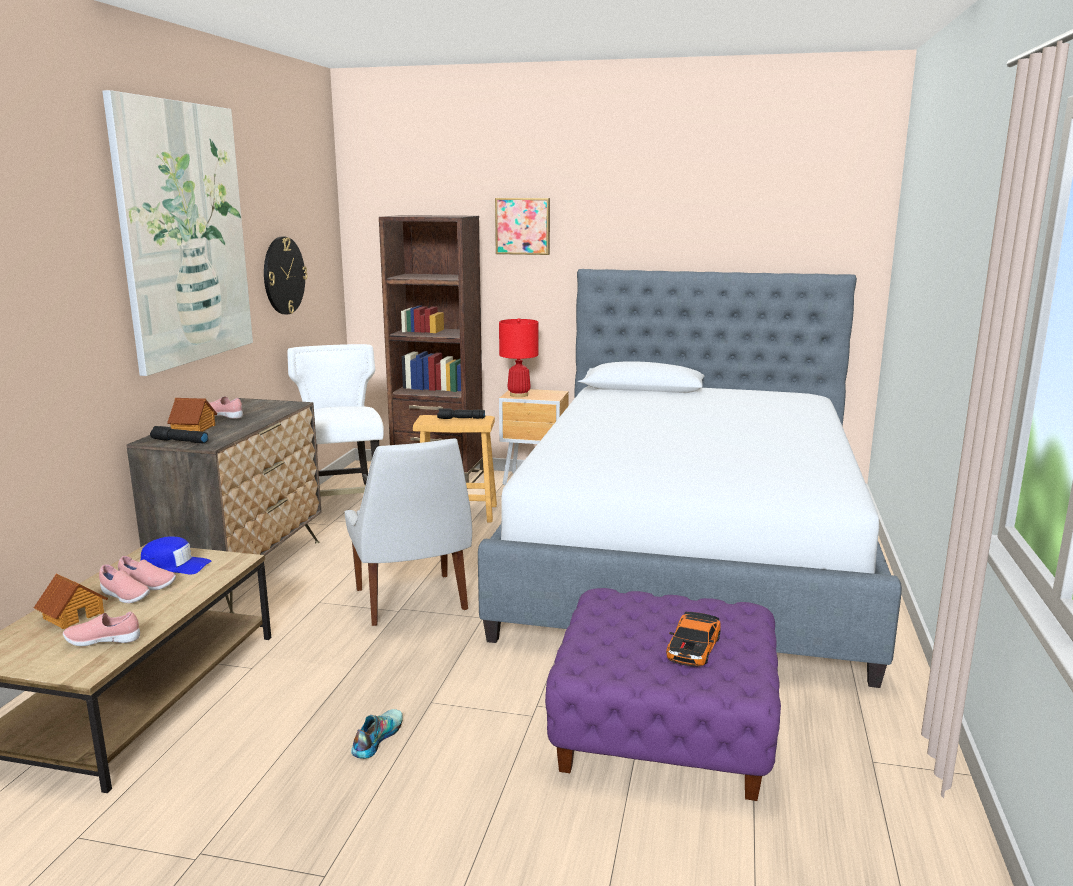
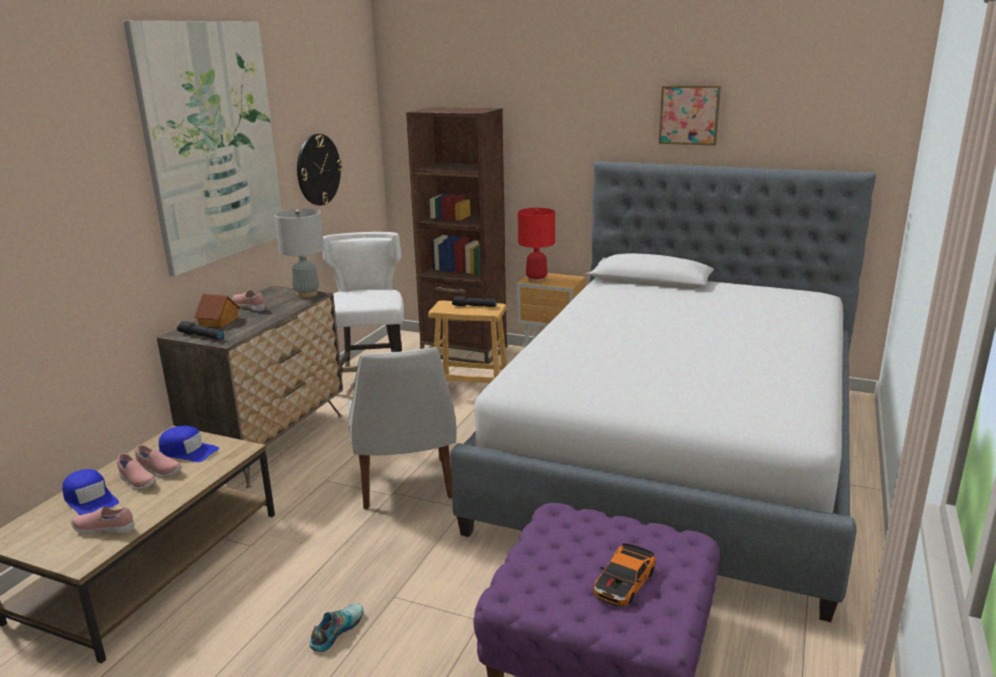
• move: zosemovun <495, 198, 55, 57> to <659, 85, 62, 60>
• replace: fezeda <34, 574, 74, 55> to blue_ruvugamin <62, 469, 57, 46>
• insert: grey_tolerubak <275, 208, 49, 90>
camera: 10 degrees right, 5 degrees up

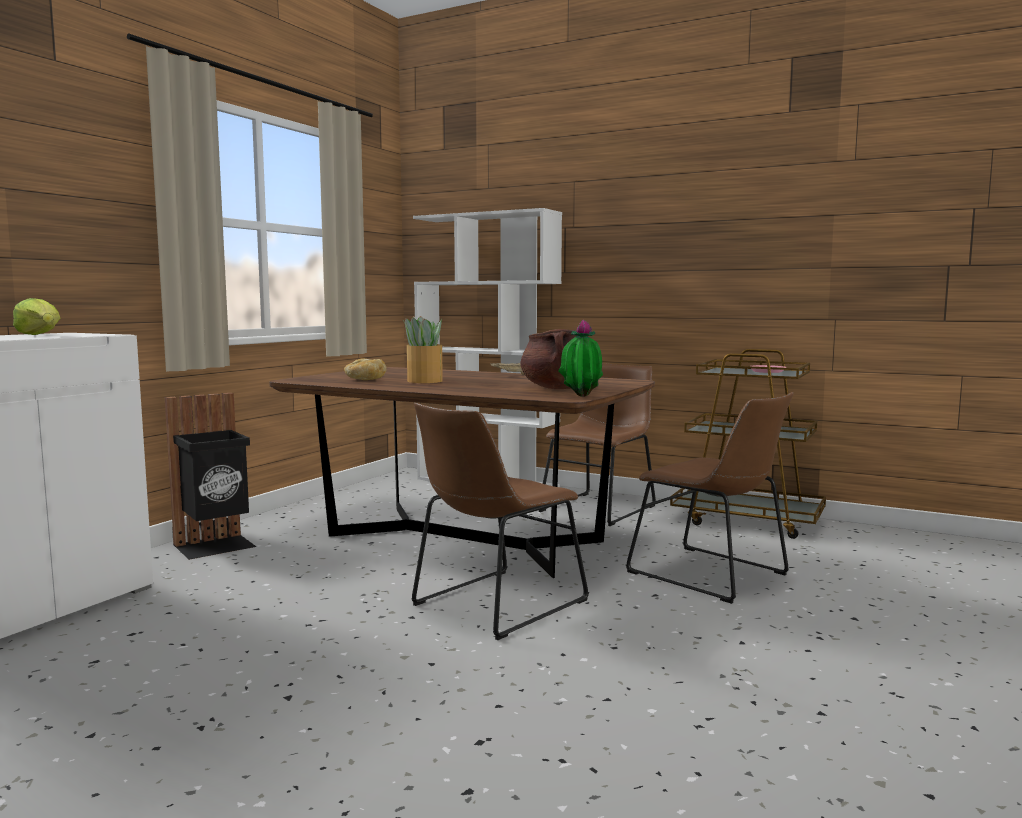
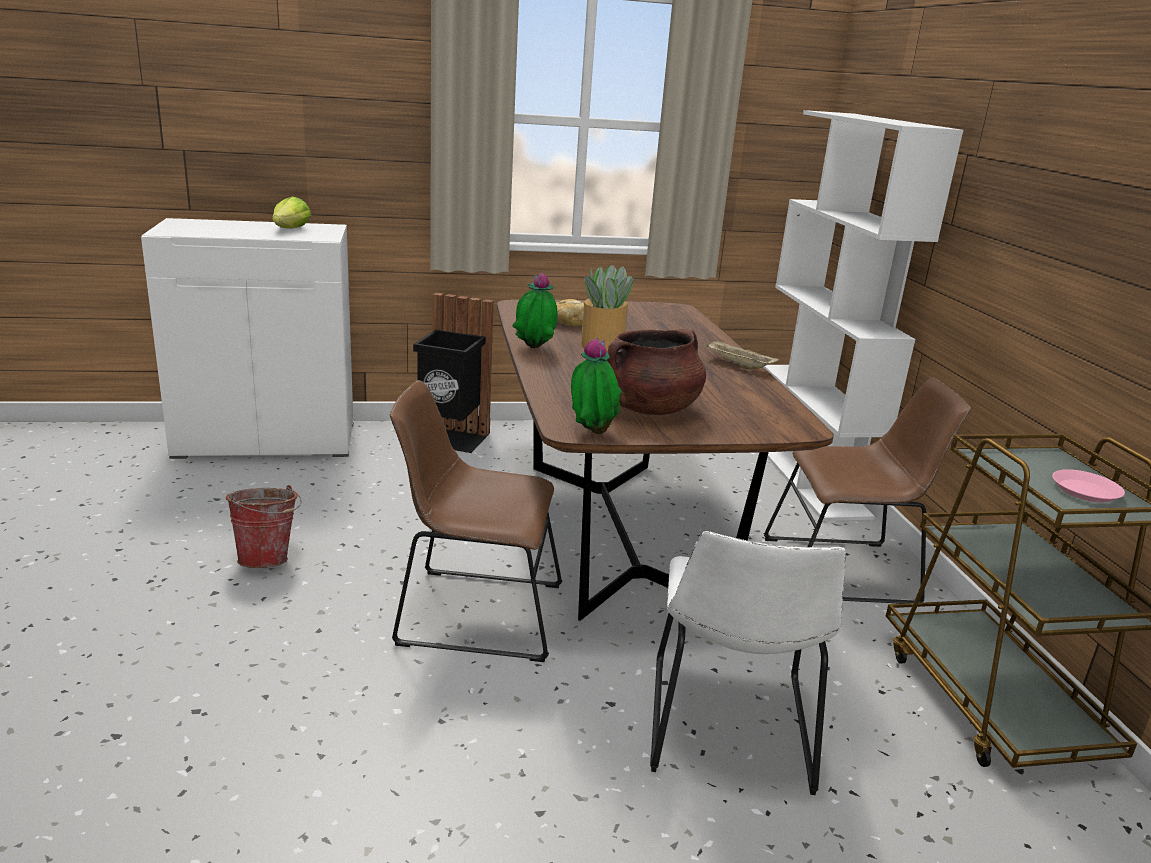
• recolor: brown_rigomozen <626, 392, 168, 212> to white_rigomozen <650, 531, 196, 264>
• insert: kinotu <512, 273, 45, 76>
• insert: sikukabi <226, 485, 76, 83>
camera: 50 degrees right, 15 degrees up

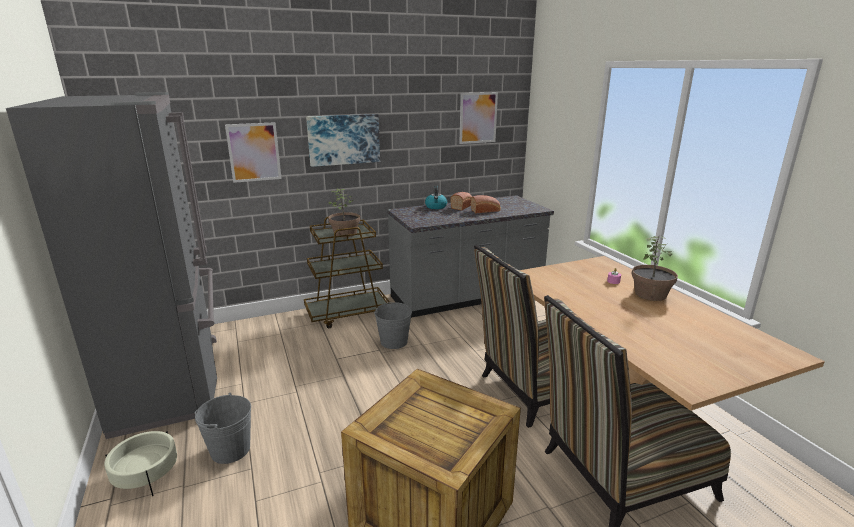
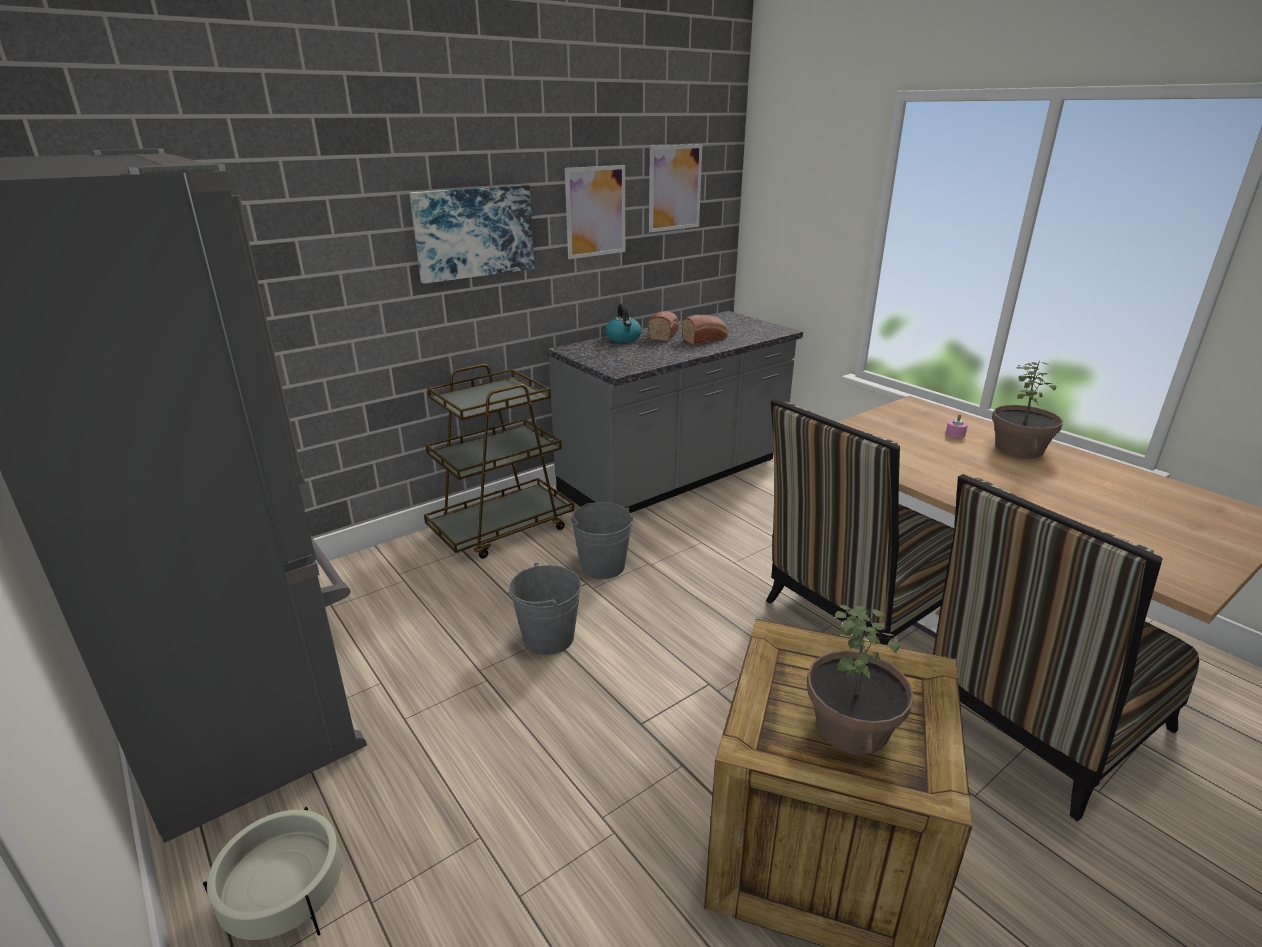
• move: zosemovun <225, 122, 57, 61> to <565, 165, 60, 94>
• move: kinotu <329, 189, 31, 48> to <807, 605, 107, 150>
• move: grey_sikukabi <195, 393, 56, 71> to <508, 563, 73, 92>
camera: 15 degrees left, 5 degrees up

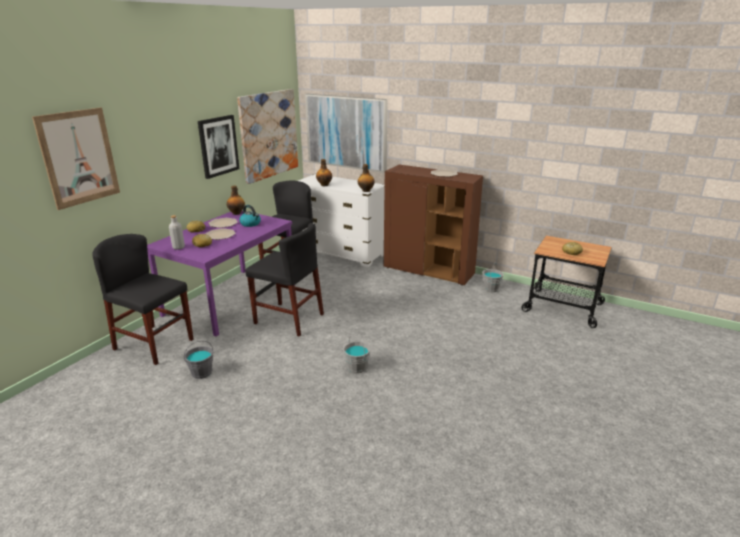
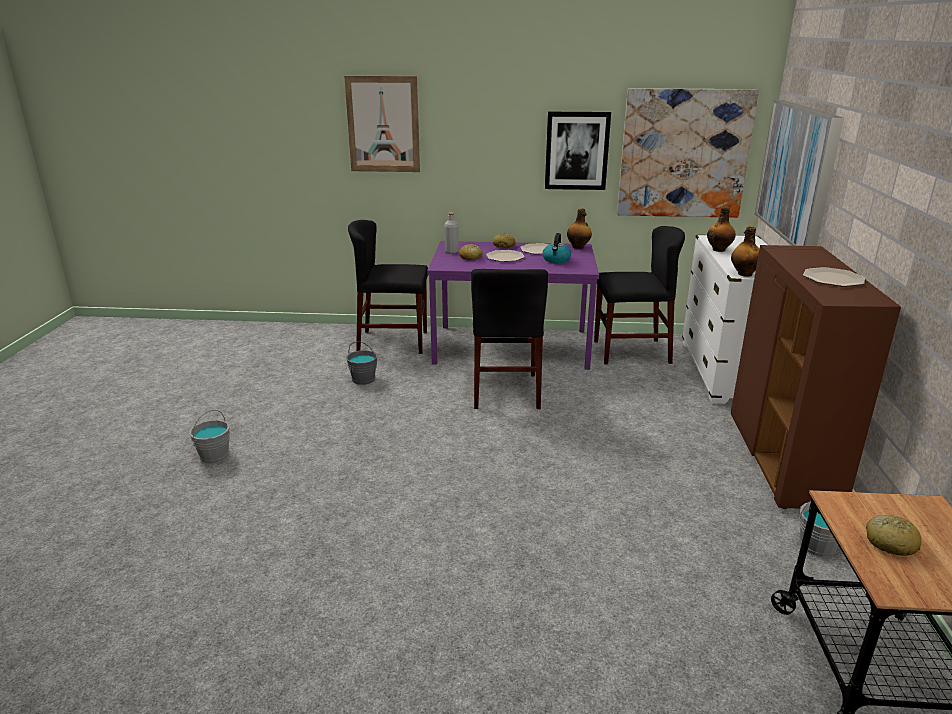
• rotate: black_rigomozen <92, 234, 102, 131> = <348, 220, 80, 134> 90 degrees counterclockwise
• move: grey_sikukabi <343, 335, 28, 38> to <189, 410, 41, 54>
camera: 65 degrees right, 0 degrees up

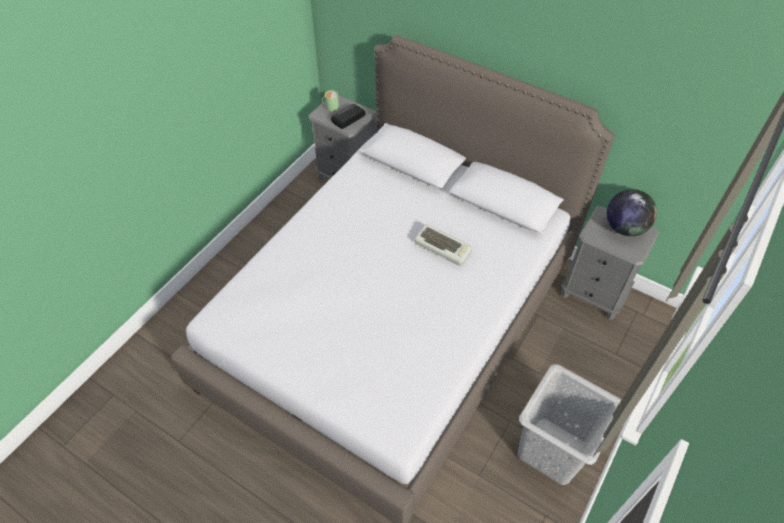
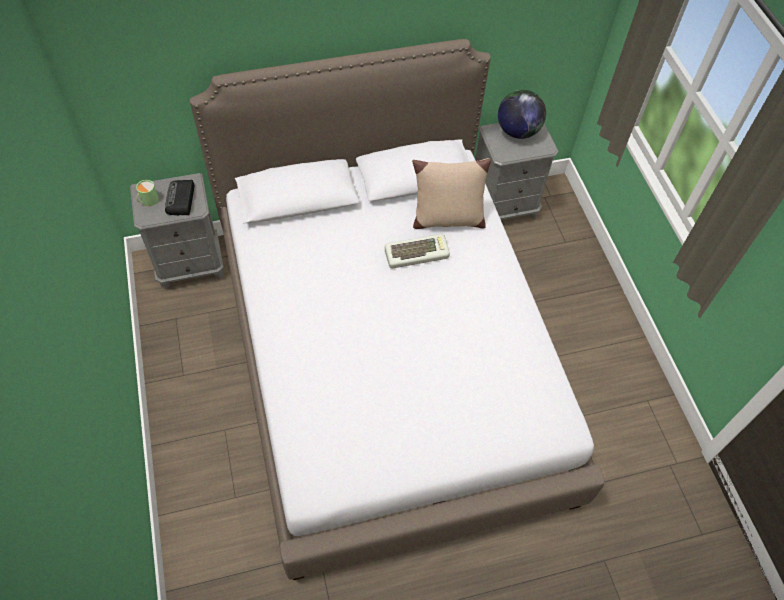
• delete: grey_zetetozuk <518, 364, 103, 121>
• insert: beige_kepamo <412, 158, 79, 71>
camera: 50 degrees left, 5 degrees up

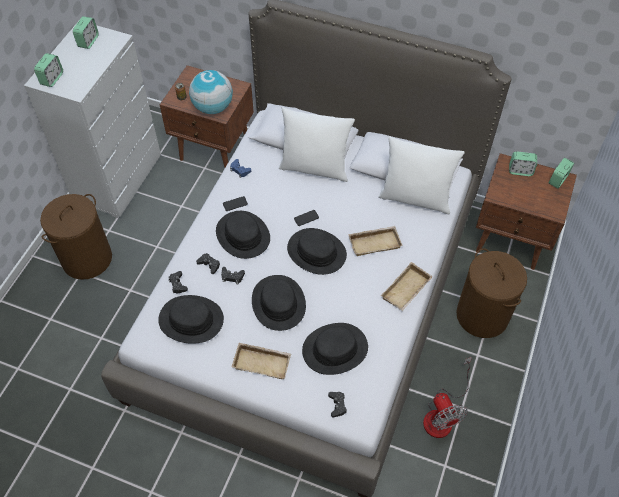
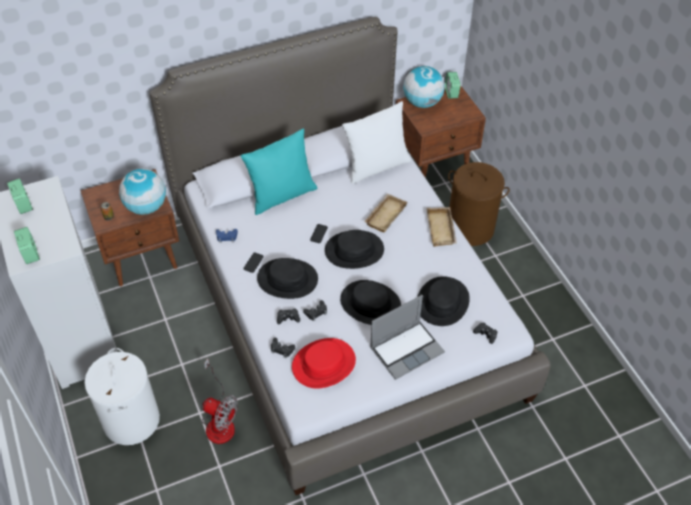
• recolor: white_kepamo <279, 107, 76, 75> to turquoise_kepamo <240, 129, 78, 86>
• replace: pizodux <509, 151, 28, 25> to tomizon <403, 66, 42, 42>
• recolor: brown_zetetozuk <40, 194, 72, 86> to white_zetetozuk <84, 348, 76, 97>
• recolor: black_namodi <158, 295, 66, 49> to red_namodi <292, 338, 64, 51>
• replace: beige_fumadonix <232, 343, 59, 36> to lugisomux <370, 295, 75, 85>
• move: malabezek <423, 357, 49, 81> to <201, 358, 37, 86>
camera: 45 degrees left, 5 degrees down

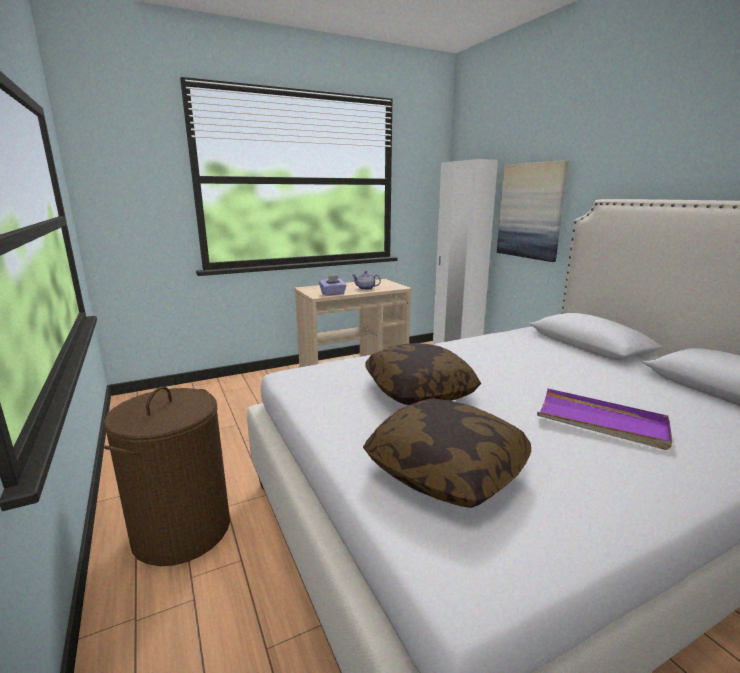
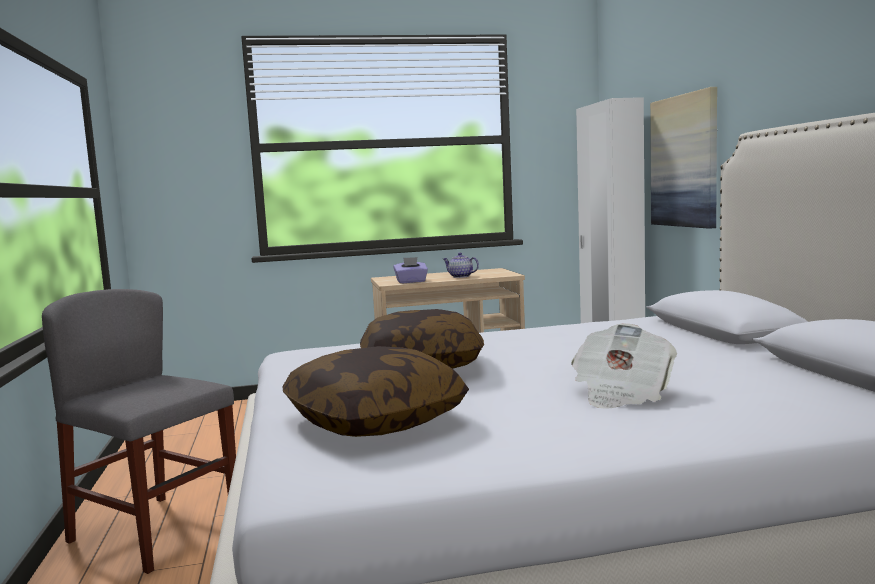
• replace: brown_zetetozuk <103, 386, 127, 180> to grey_rigomozen <42, 289, 194, 285>
• replace: purple_fumadonix <537, 389, 135, 61> to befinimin <571, 323, 106, 86>
camera: 15 degrees right, 10 degrees down

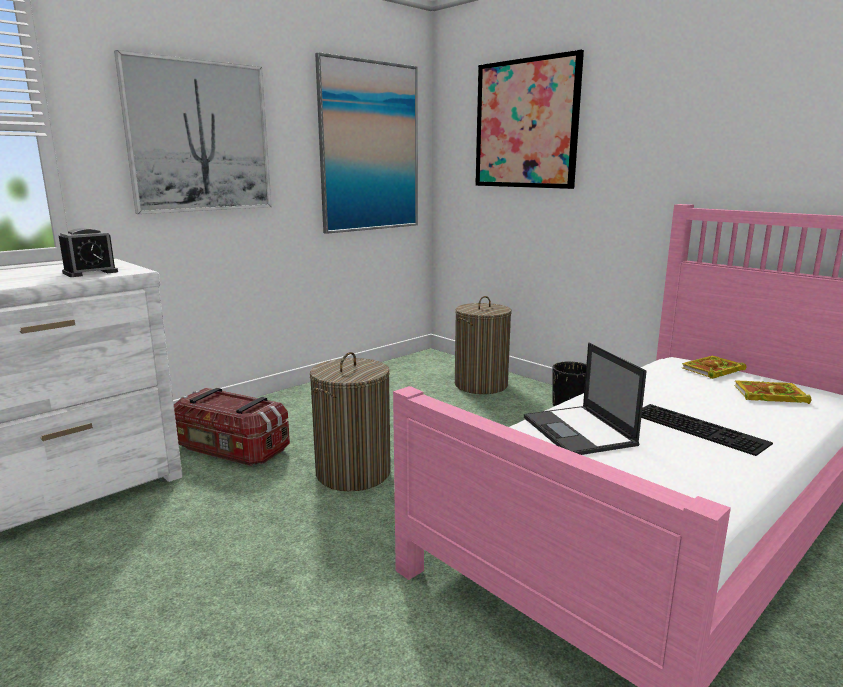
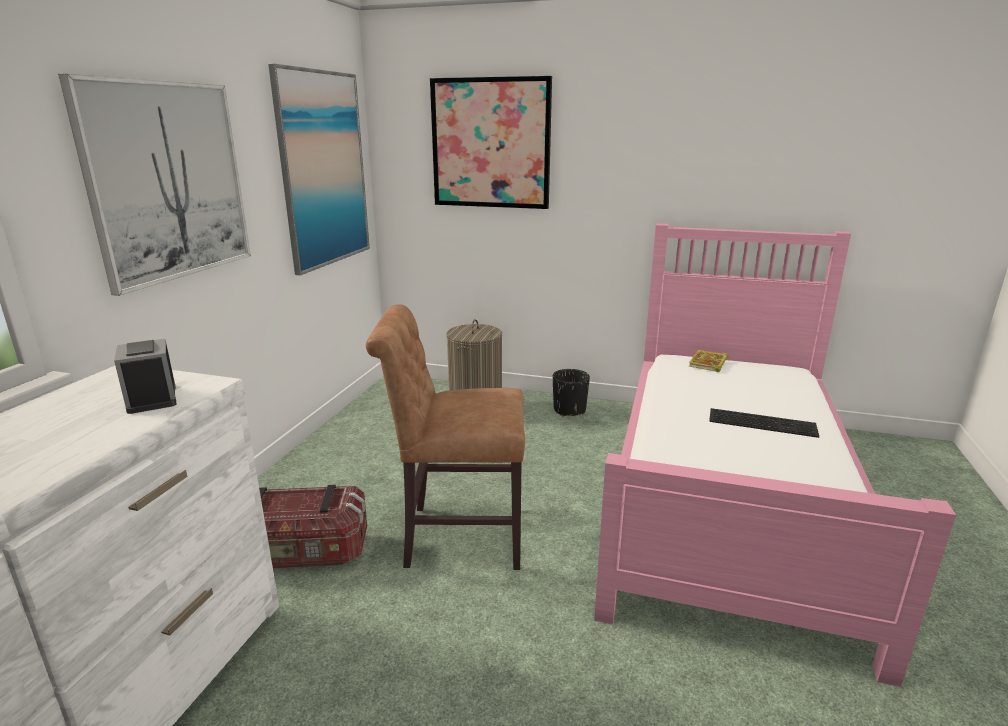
• rotate: pizodux <59, 228, 59, 49> = <114, 339, 62, 75> 135 degrees clockwise
• delete: lugisomux <524, 343, 123, 112>
• replace: zetetozuk <310, 352, 81, 139> to brown_rigomozen <366, 304, 159, 266>
• delete: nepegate <734, 381, 77, 23>
camera: 30 degrees left, 5 degrees up

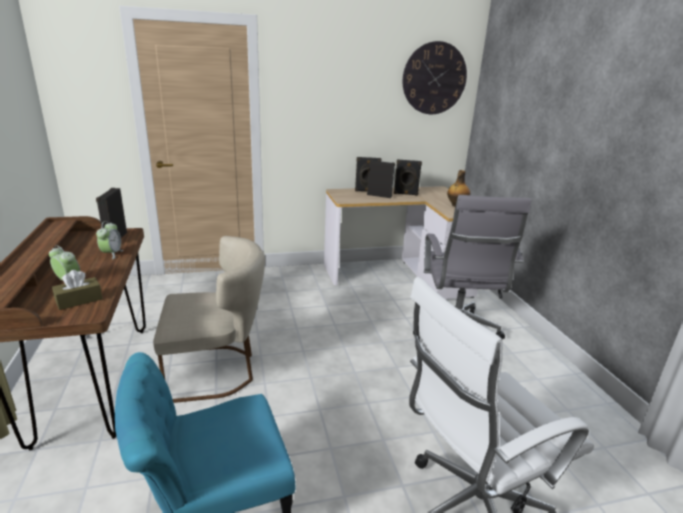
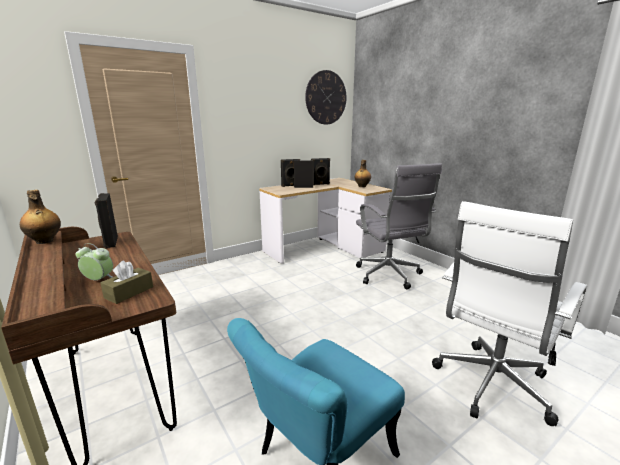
• delete: pizodux <96, 221, 27, 38>
• delete: beige_rigomozen <153, 236, 112, 167>
• insert: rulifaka <20, 190, 41, 54>
camera: 20 degrees left, 5 degrees down

